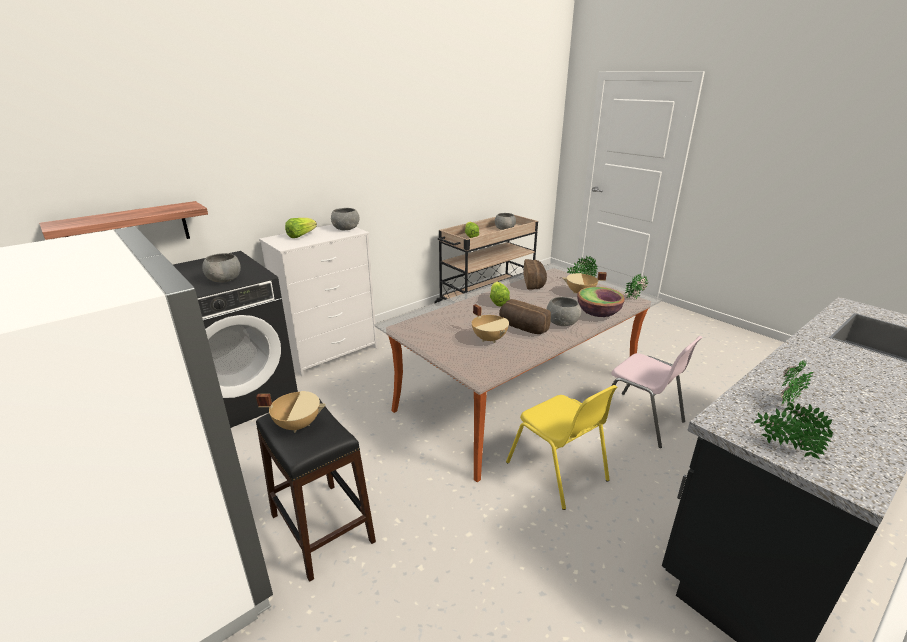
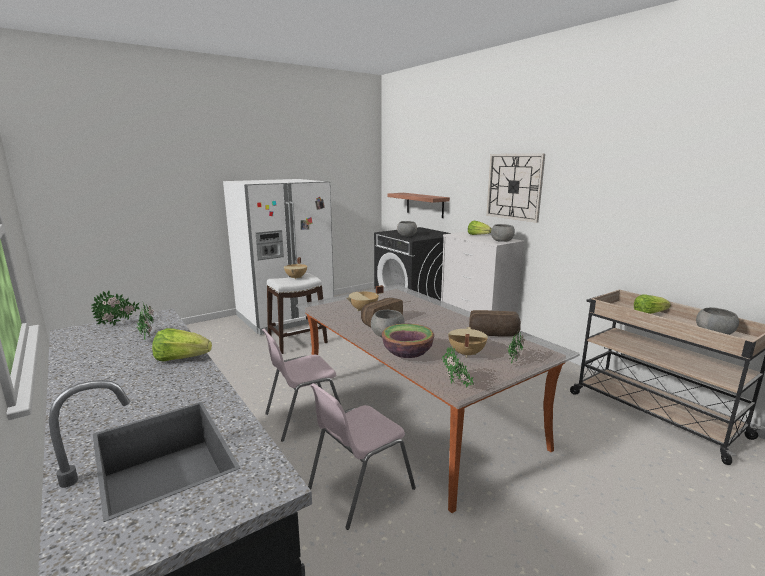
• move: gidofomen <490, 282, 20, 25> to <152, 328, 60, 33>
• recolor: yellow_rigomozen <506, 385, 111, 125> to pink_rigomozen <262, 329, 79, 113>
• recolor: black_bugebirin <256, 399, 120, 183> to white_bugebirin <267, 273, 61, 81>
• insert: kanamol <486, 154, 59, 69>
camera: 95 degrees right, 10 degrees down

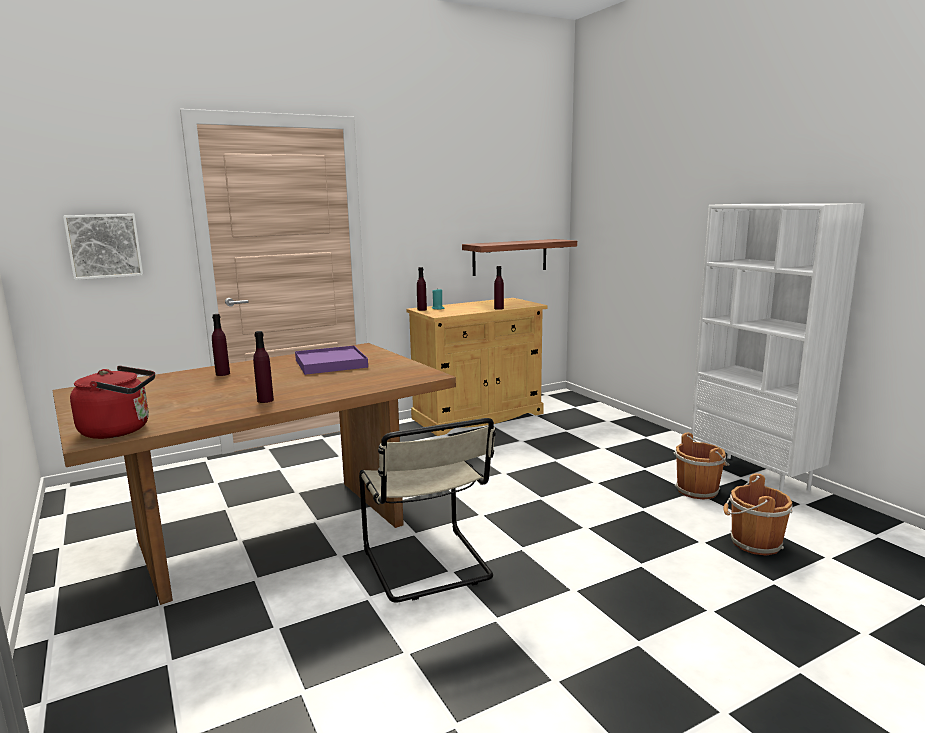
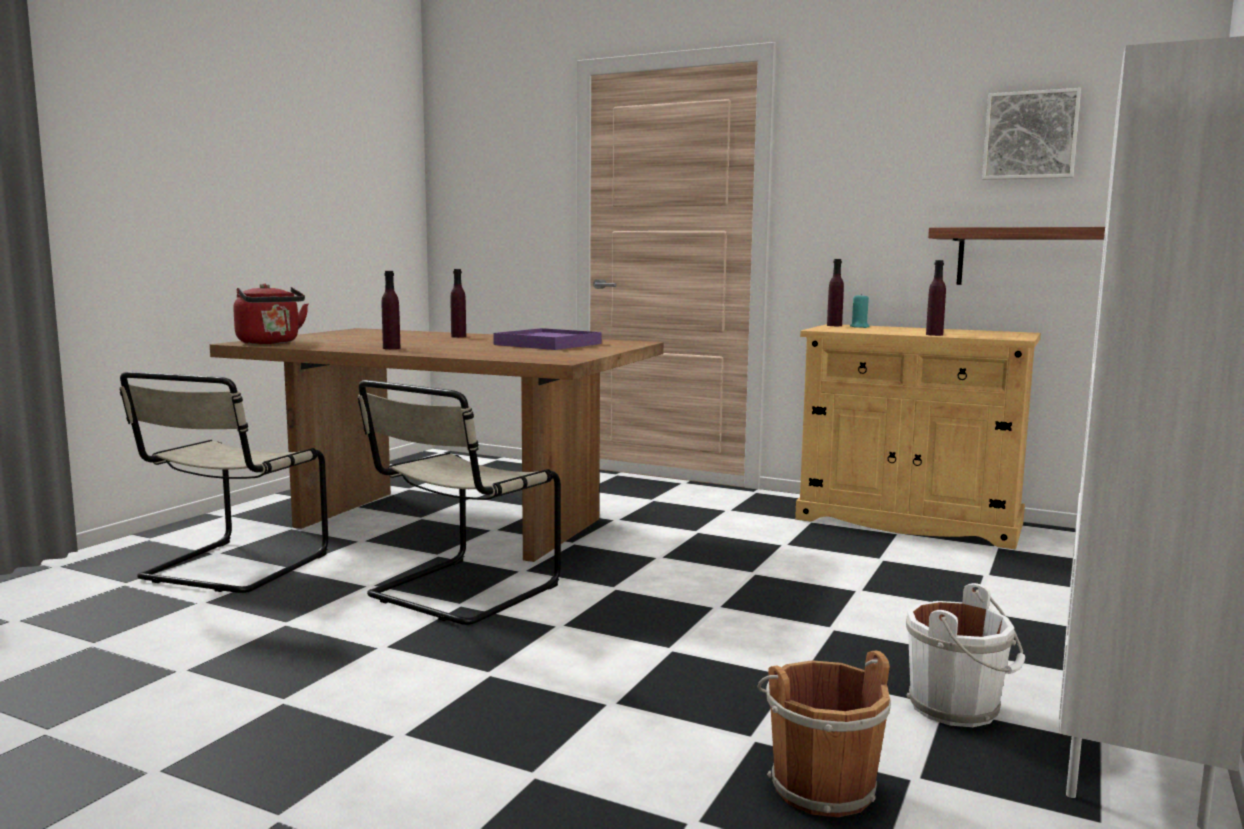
• move: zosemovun <63, 214, 80, 66> to <982, 88, 99, 92>
• recolor: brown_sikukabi <674, 432, 56, 68> to white_sikukabi <906, 583, 119, 144>
• insert: beige_rigomozen <119, 371, 209, 222>
camera: 55 degrees right, 5 degrees down

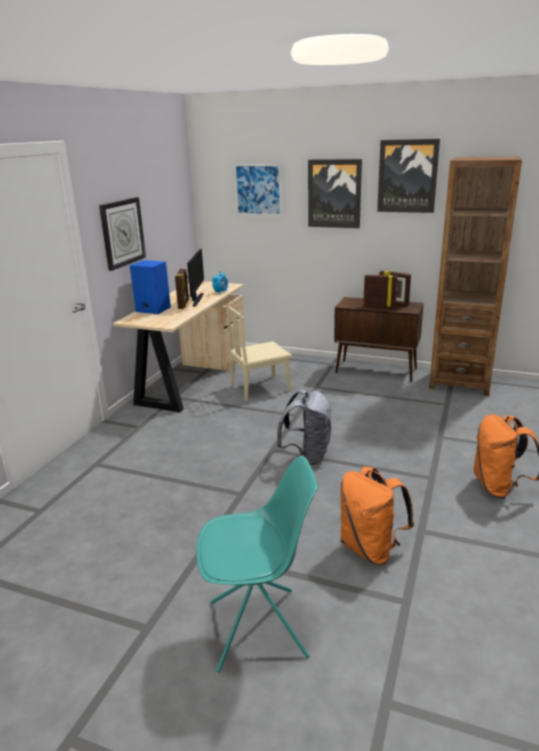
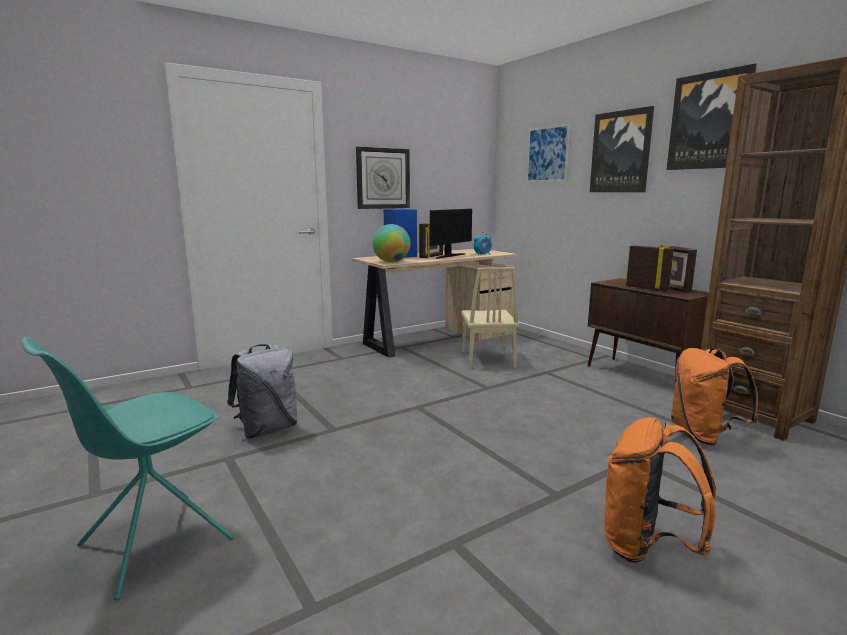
• rotate: beige_rigomozen <228, 306, 64, 95> = <461, 267, 58, 102> 105 degrees counterclockwise
• move: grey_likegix <277, 390, 55, 75> to <227, 344, 71, 94>
• rotate: turquoise_rigomozen <196, 456, 123, 216> = <21, 337, 213, 263> 105 degrees clockwise
• move: orange_likegix <340, 467, 74, 98> to <671, 347, 87, 99>
• insert: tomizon <372, 224, 39, 38>
camera: 35 degrees right, 10 degrees down

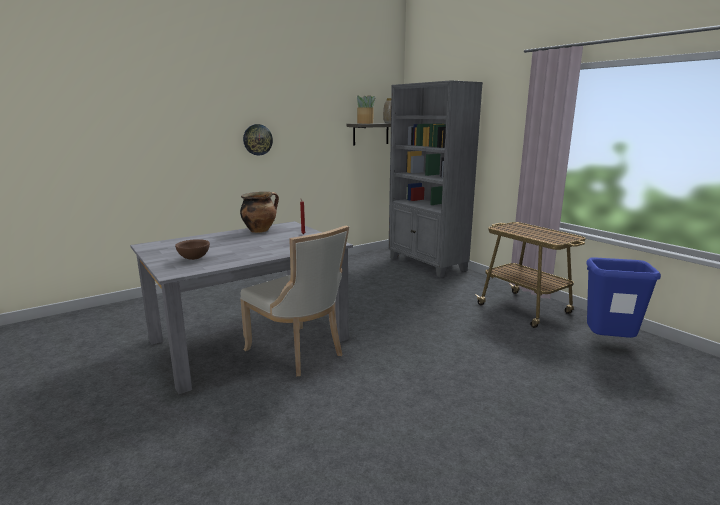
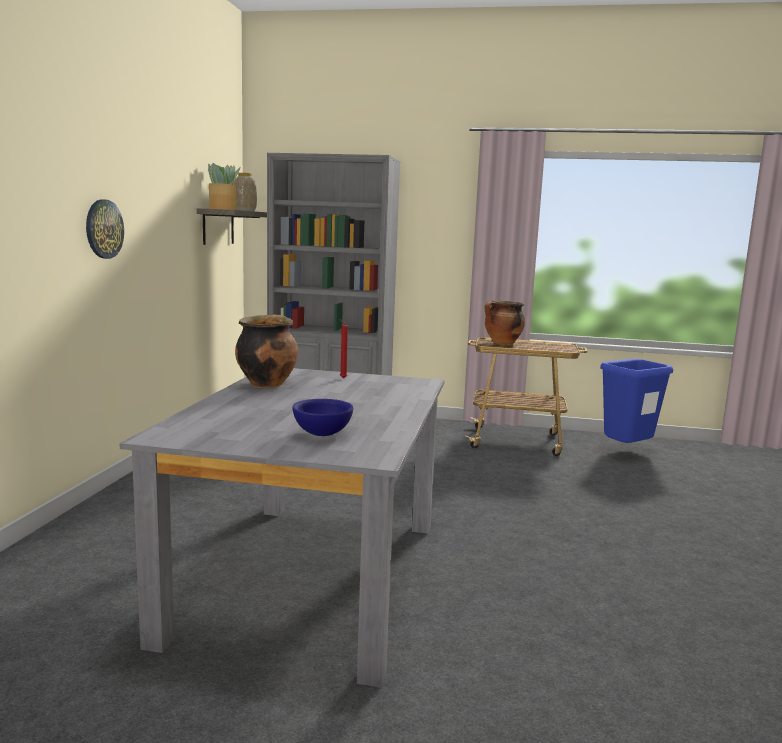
• delete: beige_rigomozen <240, 225, 109, 151>
• recolor: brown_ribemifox <175, 239, 35, 21> to blue_ribemifox <292, 399, 61, 37>
• insert: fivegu <484, 301, 41, 44>
camera: 45 degrees left, 5 degrees down

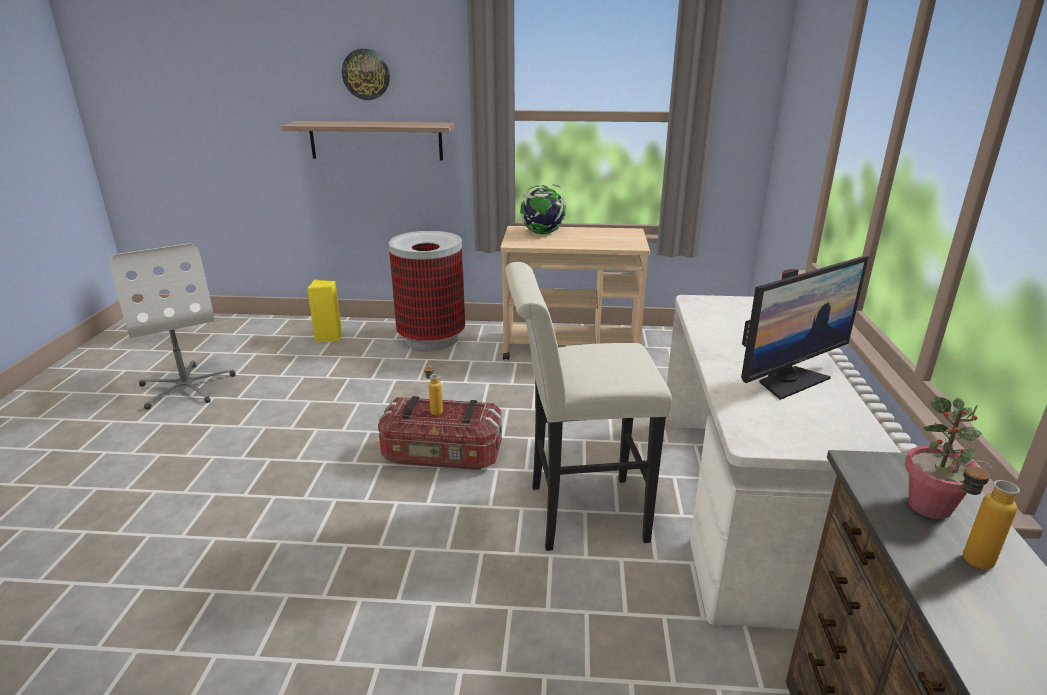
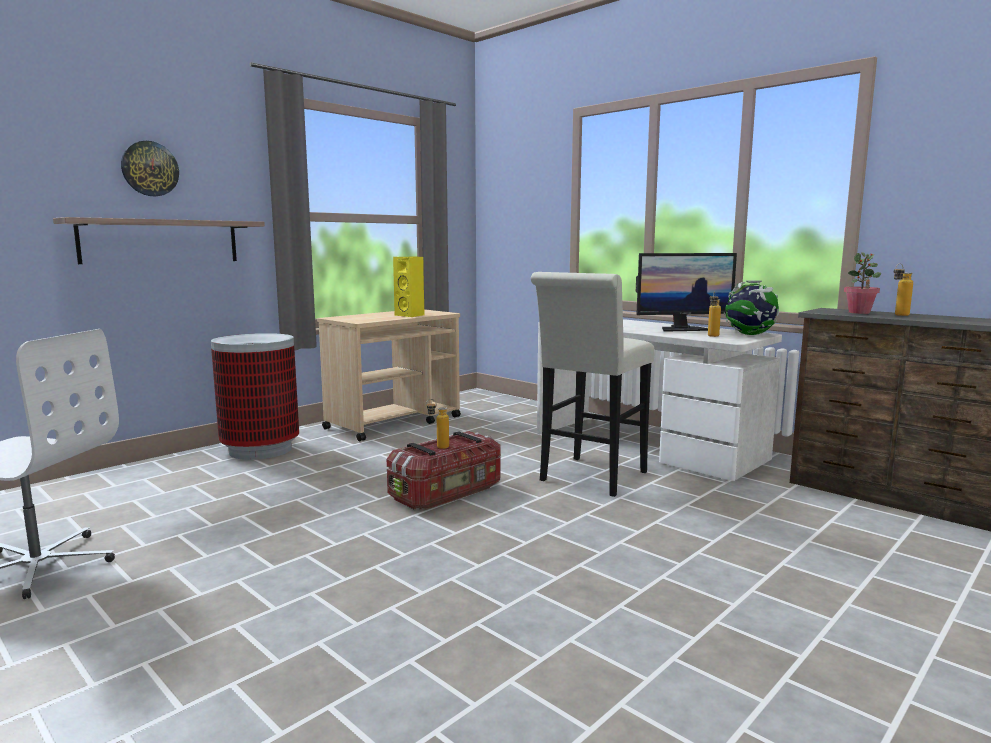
• move: tomizon <520, 184, 46, 50> to <724, 280, 55, 55>
• rotate: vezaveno <741, 256, 128, 144> = <636, 253, 101, 79> 75 degrees clockwise
• move: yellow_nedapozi <307, 279, 35, 64> to <393, 257, 32, 60>
• insert: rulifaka <708, 294, 13, 43>
camera: 50 degrees left, 15 degrees down

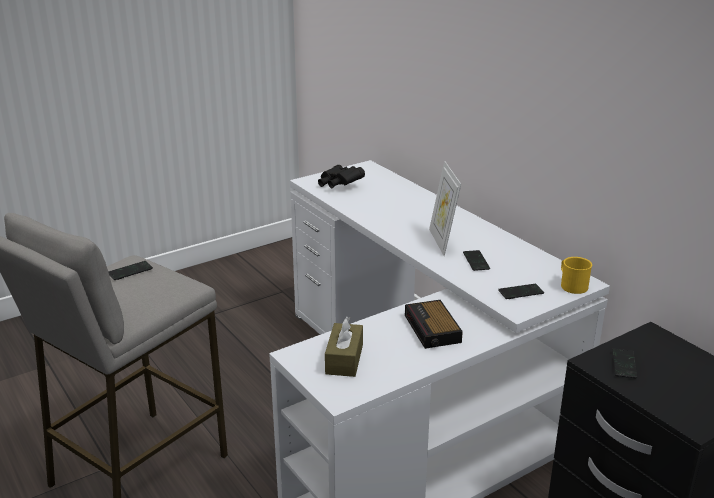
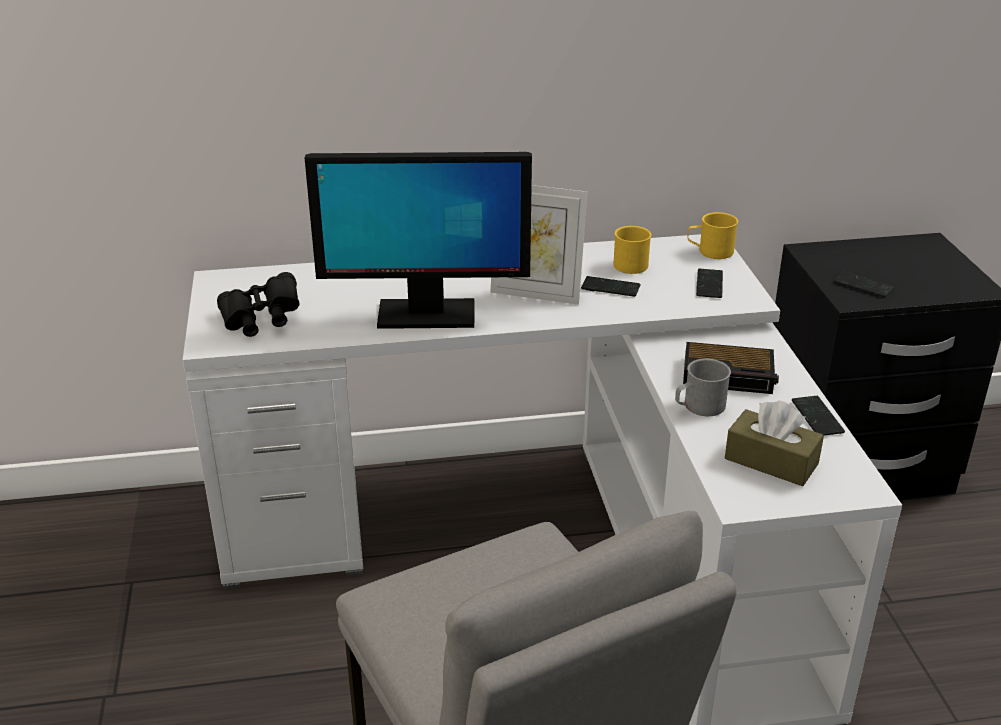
• move: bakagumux <108, 261, 45, 19> to <792, 396, 53, 40>
• insert: vezaveno <305, 152, 227, 177>
• insert: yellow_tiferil <613, 226, 38, 48>
• insert: grey_tiferil <675, 359, 56, 57>
camera: 65 degrees left, 5 degrees up

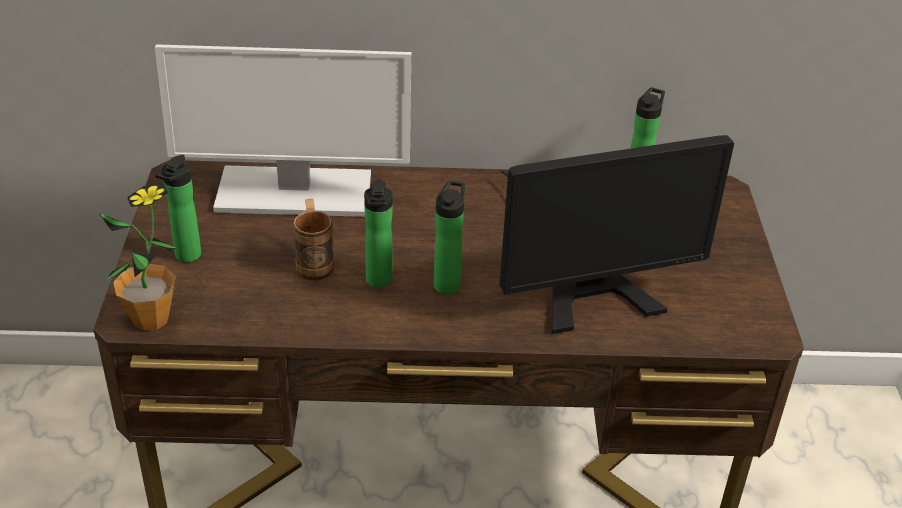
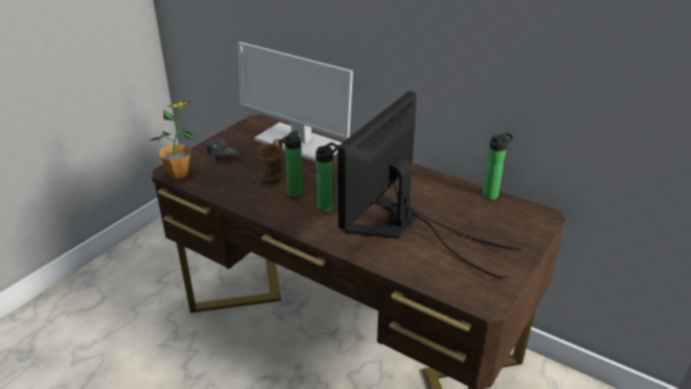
• rotate: vezaveno <500, 135, 234, 199> = <338, 91, 184, 188> 105 degrees clockwise
• replace: rulifaka <155, 155, 46, 107> to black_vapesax <206, 139, 33, 22>
camera: 35 degrees right, 5 degrees down

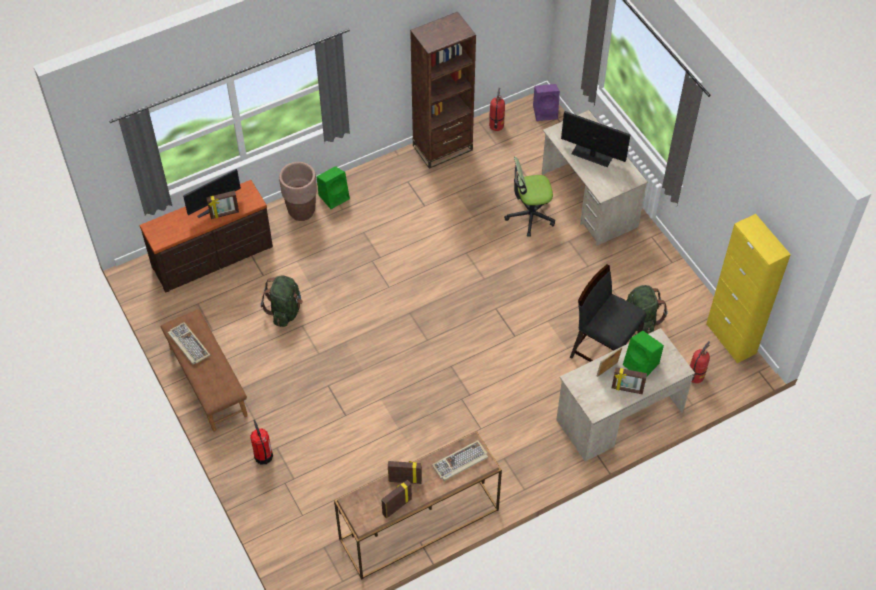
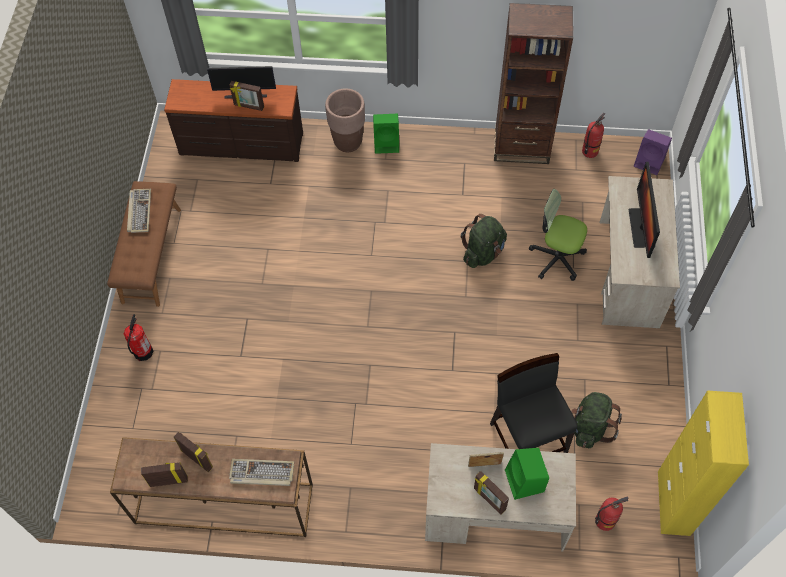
• rotate: vezaveno <561, 111, 69, 56> = <629, 162, 31, 96> 150 degrees counterclockwise
• move: green_likegix <261, 276, 42, 51> to <461, 214, 46, 54>
camera: 35 degrees right, 5 degrees up

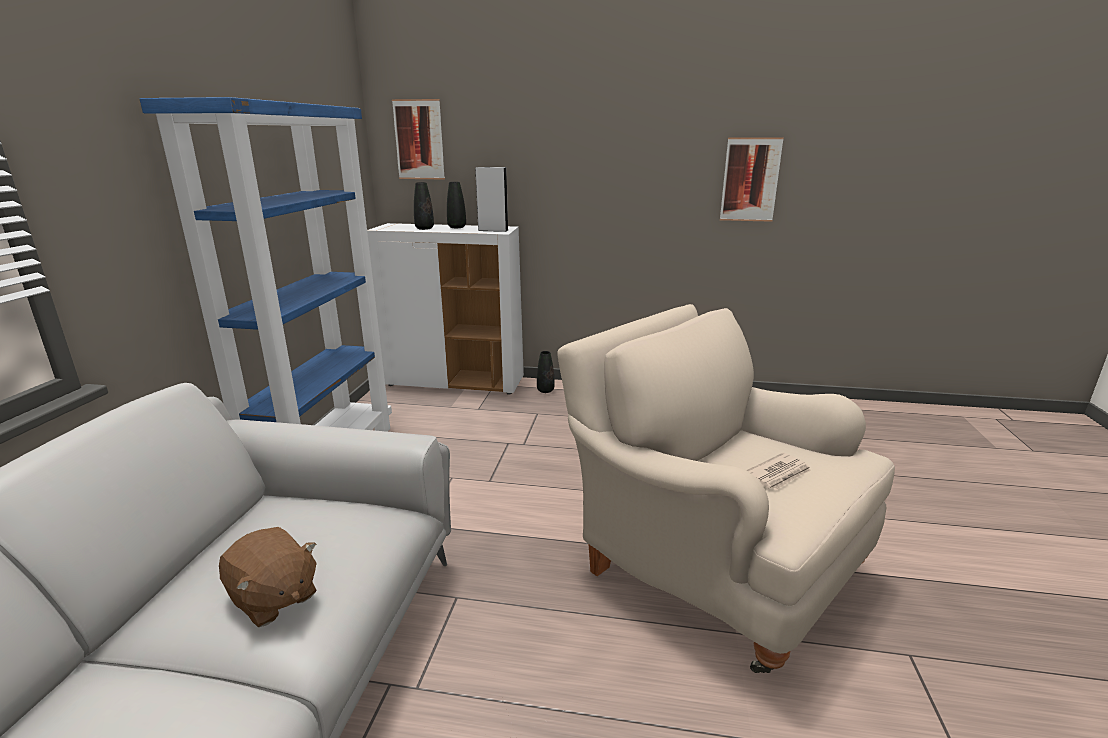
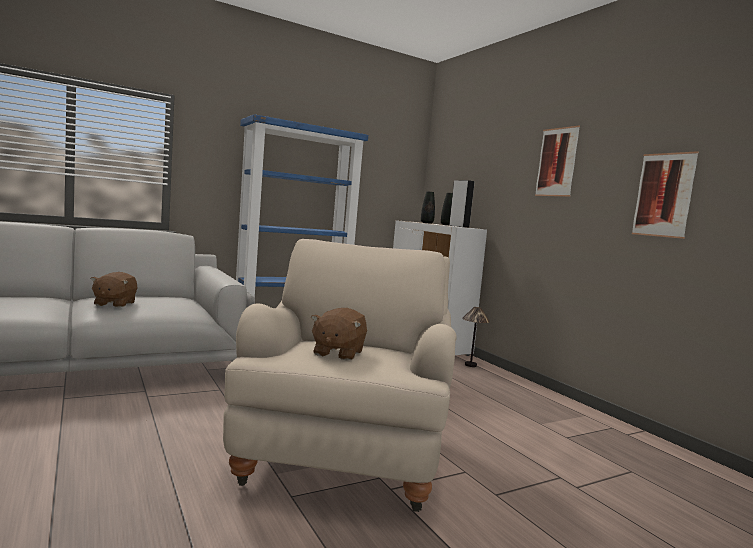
• move: zosemovun <392, 99, 53, 80> to <535, 126, 45, 71>
• replace: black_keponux <537, 351, 17, 42> to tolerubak <462, 307, 28, 60>
• replace: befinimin <746, 453, 65, 37> to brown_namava <311, 308, 56, 53>
camera: 50 degrees right, 15 degrees down

